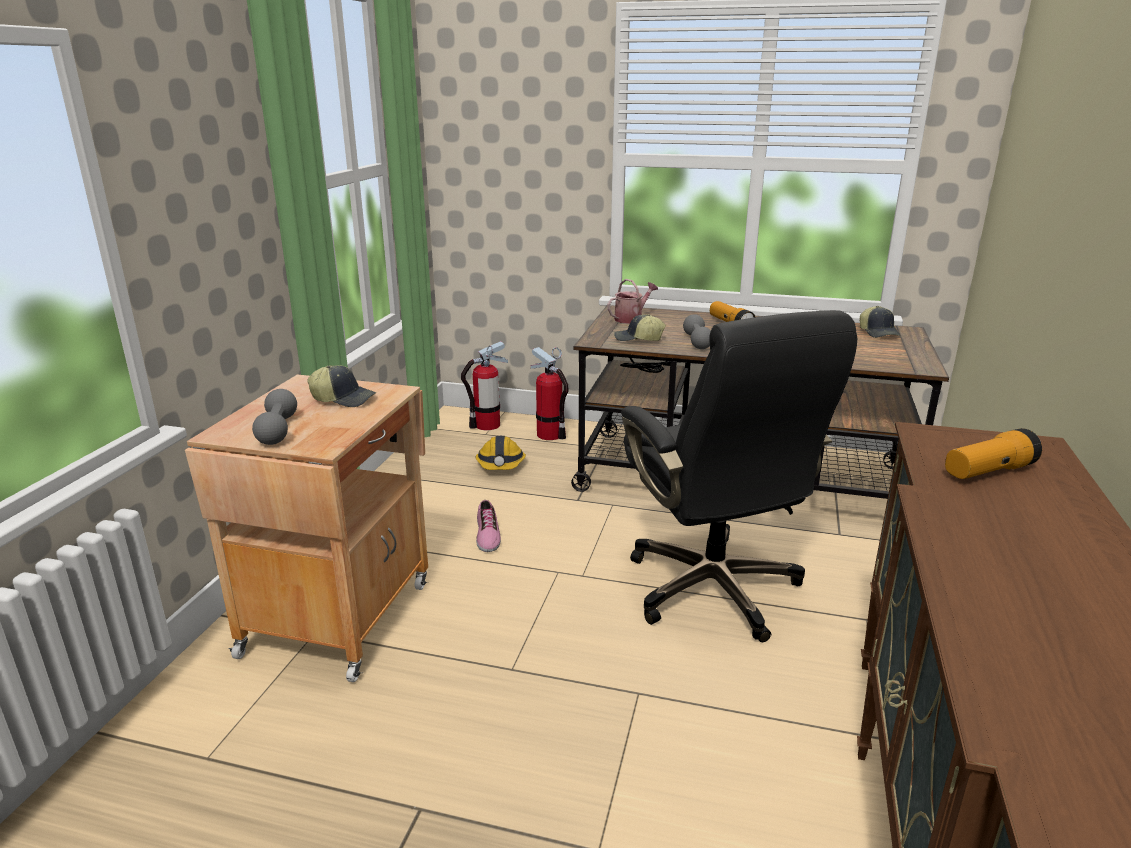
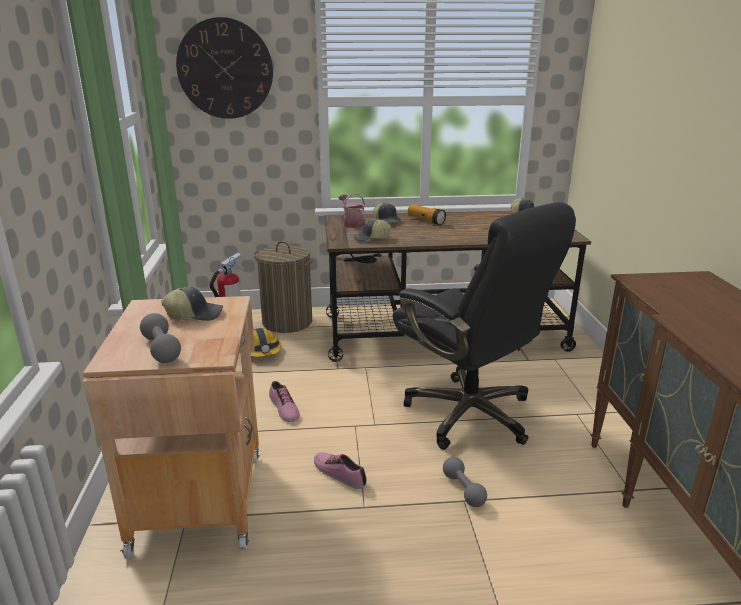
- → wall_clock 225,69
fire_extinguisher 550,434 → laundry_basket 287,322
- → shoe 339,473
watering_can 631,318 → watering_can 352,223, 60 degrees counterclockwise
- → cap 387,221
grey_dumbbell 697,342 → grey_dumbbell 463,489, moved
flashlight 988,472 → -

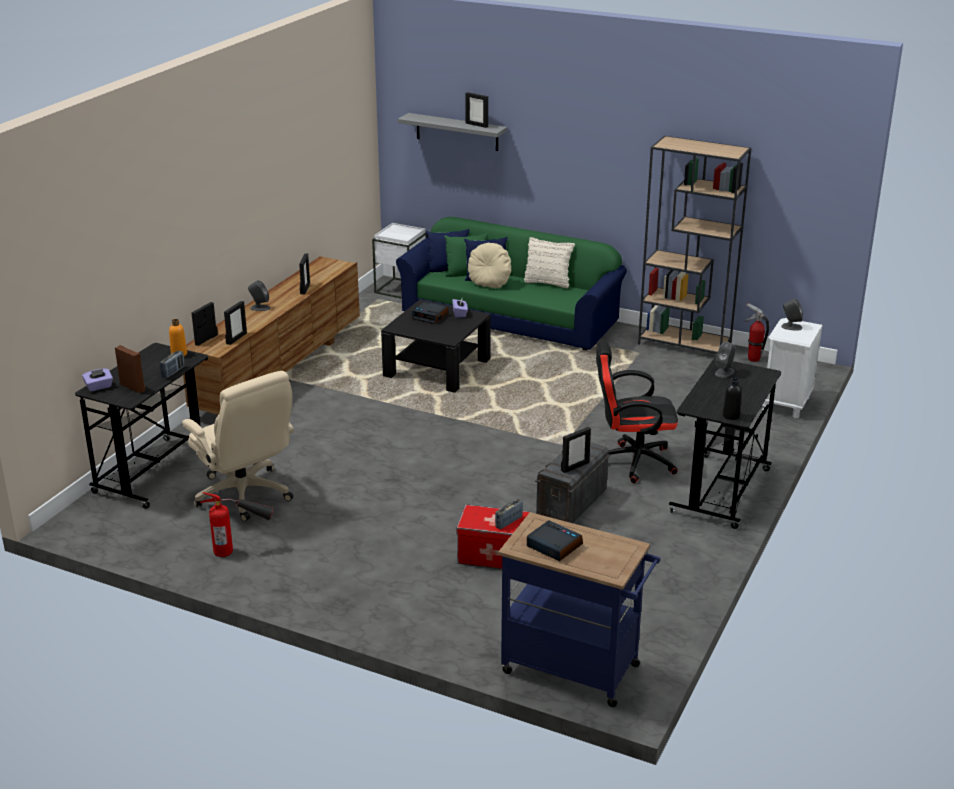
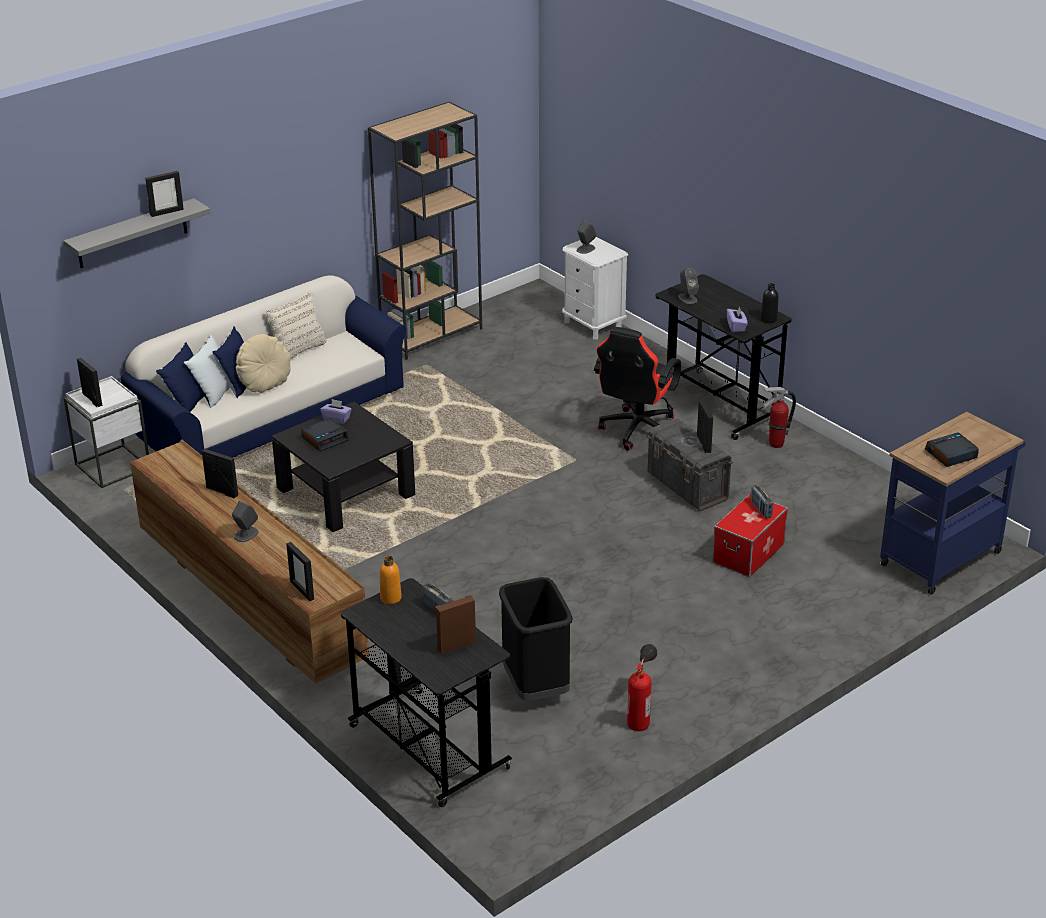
picture_frame 236,338 → picture_frame 91,399, moved
green_sofa 510,319 → white_sofa 273,415
beige_office_chair 246,498 → black_trash_can 536,687
purple_tissue_box 99,387 → purple_tissue_box 736,327, moved
fire_extinguisher 753,359 → fire_extinguisher 775,444, moved

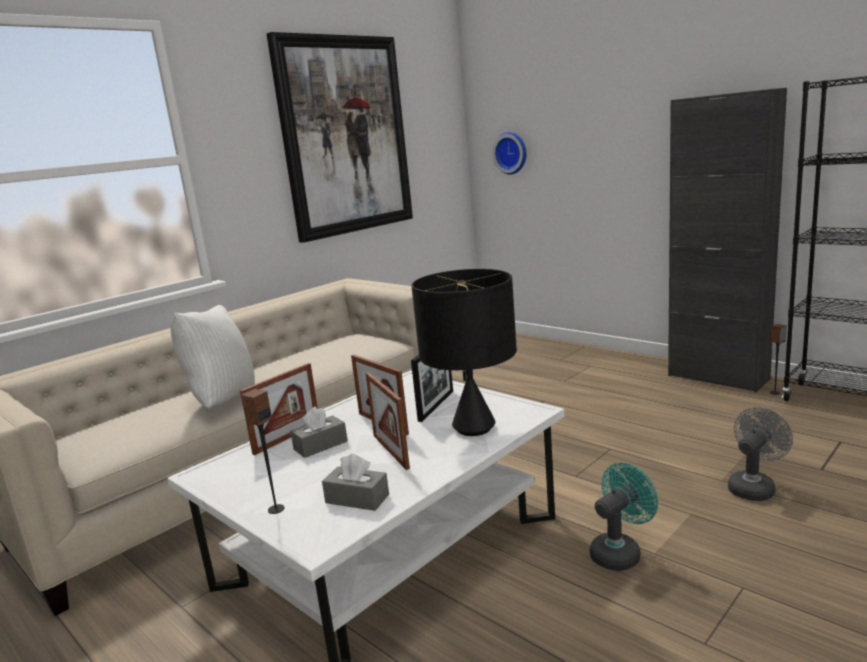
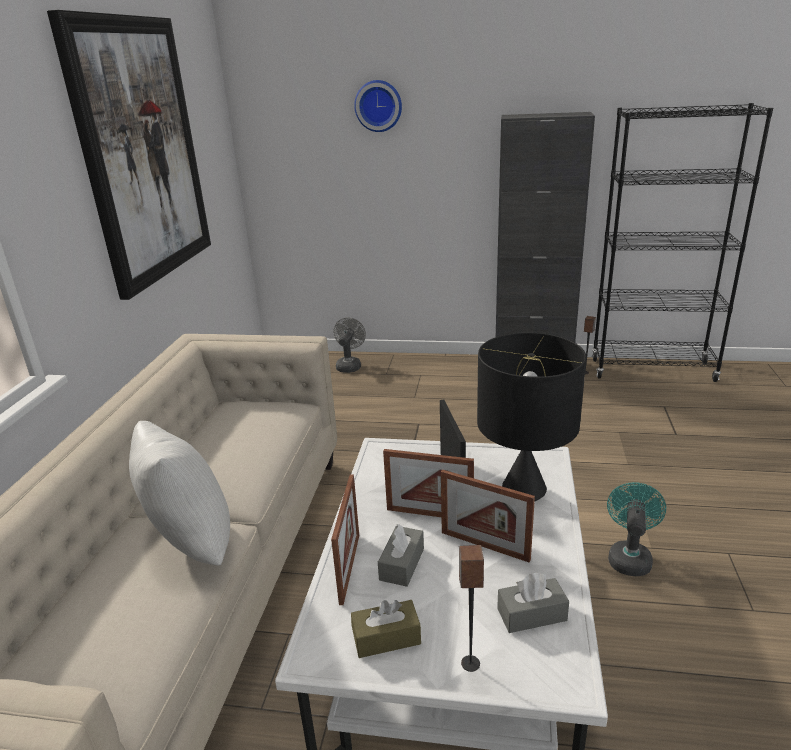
grey_fan 754,487 → grey_fan 349,365, moved
- → brown_tissue_box 386,638
wall_clock 511,153 → wall_clock 378,106, moved

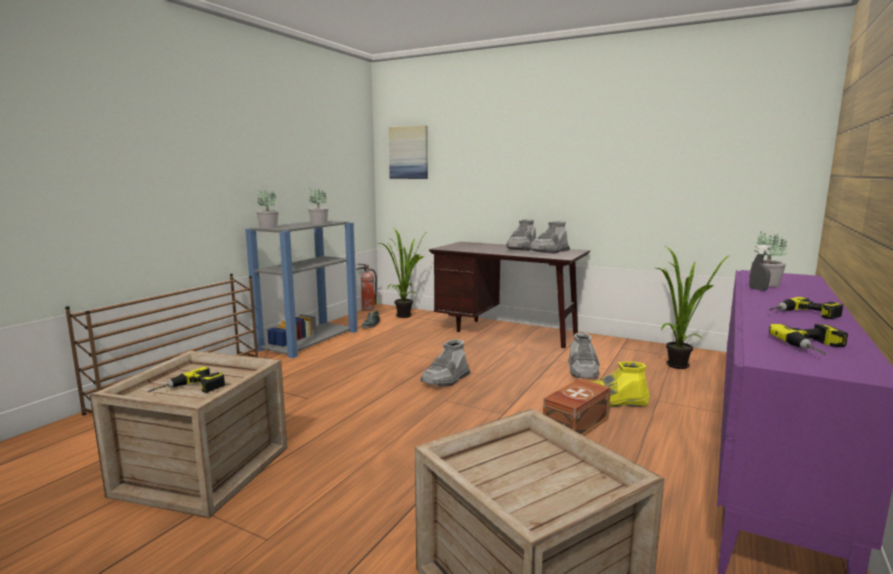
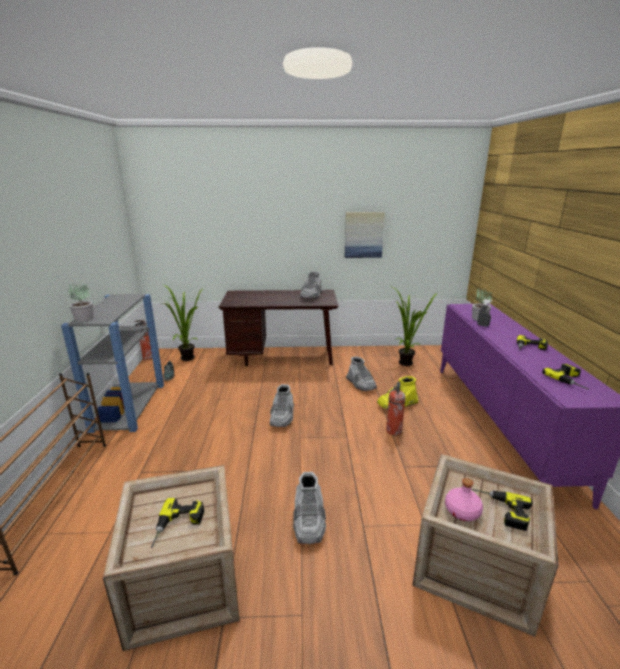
grey_boot 521,249 → grey_boot 309,521, moved
picture 408,152 → picture 363,235, moved
brown_storage_box 574,425 → fire_extinguisher 393,431
- → pink_bottle 462,511
- → power_drill 500,510
potted_plant 318,223 → -

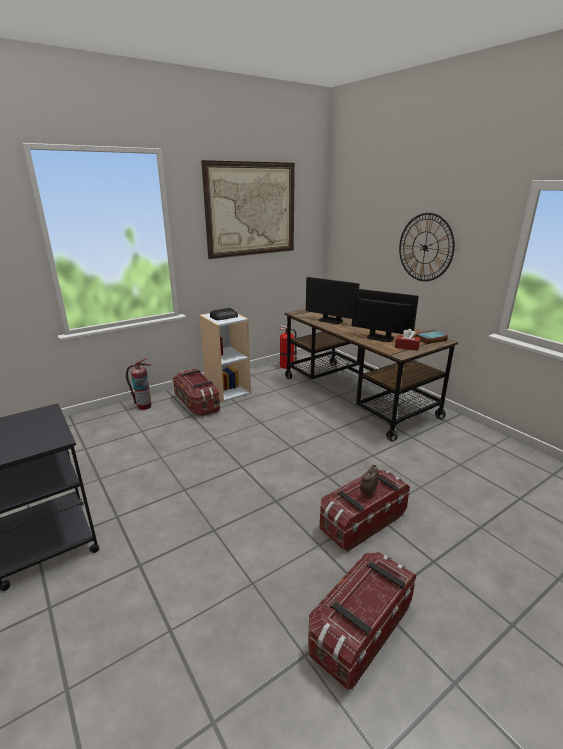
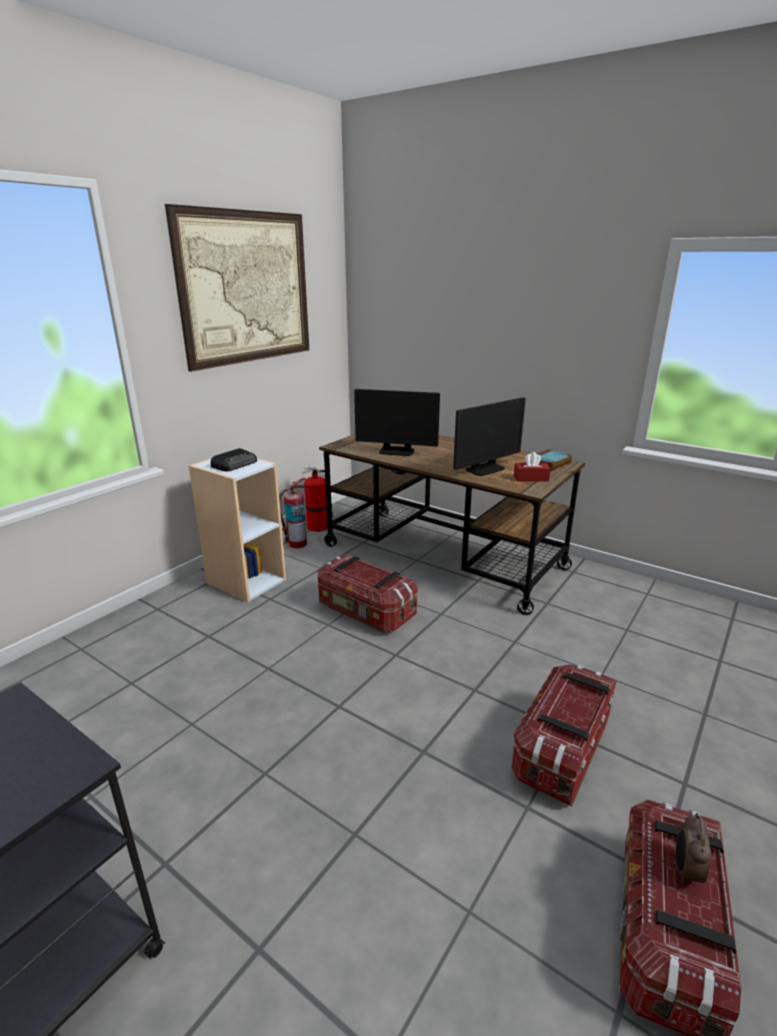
fire_extinguisher 144,406 → fire_extinguisher 297,544, moved
storage_box 196,404 → storage_box 365,612, moved
monitor 380,338 → monitor 485,469, 135 degrees clockwise
alarm_clock 368,493 → alarm_clock 685,870, moved
wall_clock 425,247 → -

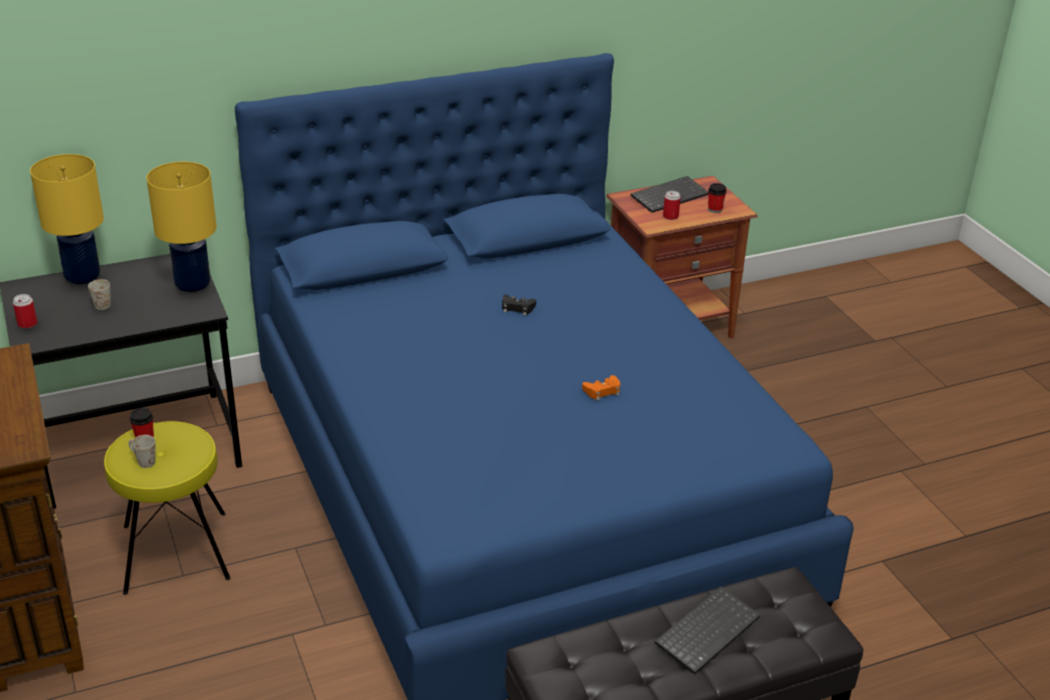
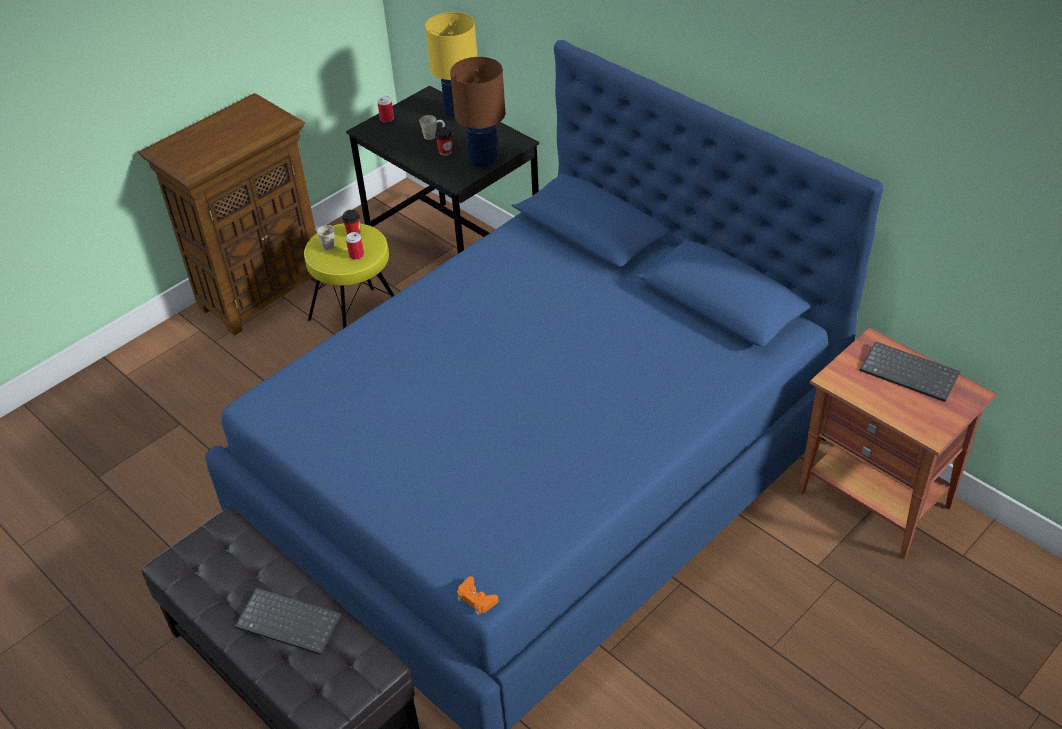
can 670,216 → can 356,255, moved
cup 715,209 → cup 445,152, moved
yellow_table_lamp 192,286 → brown_table_lamp 484,161
orange_game_controller 602,391 → orange_game_controller 476,599, moved
black_game_controller 517,308 → -

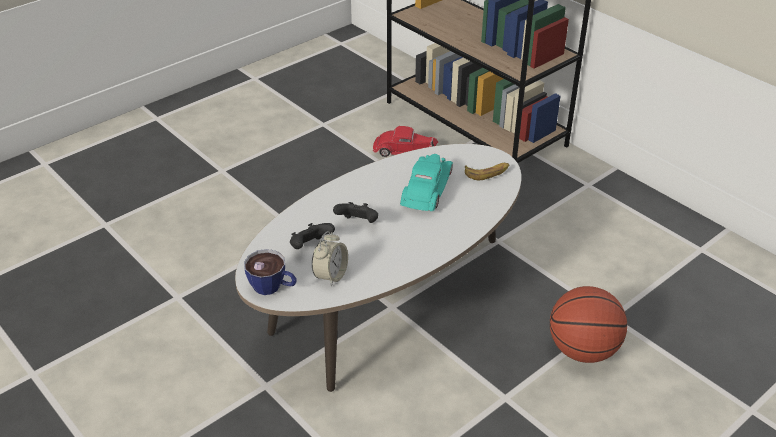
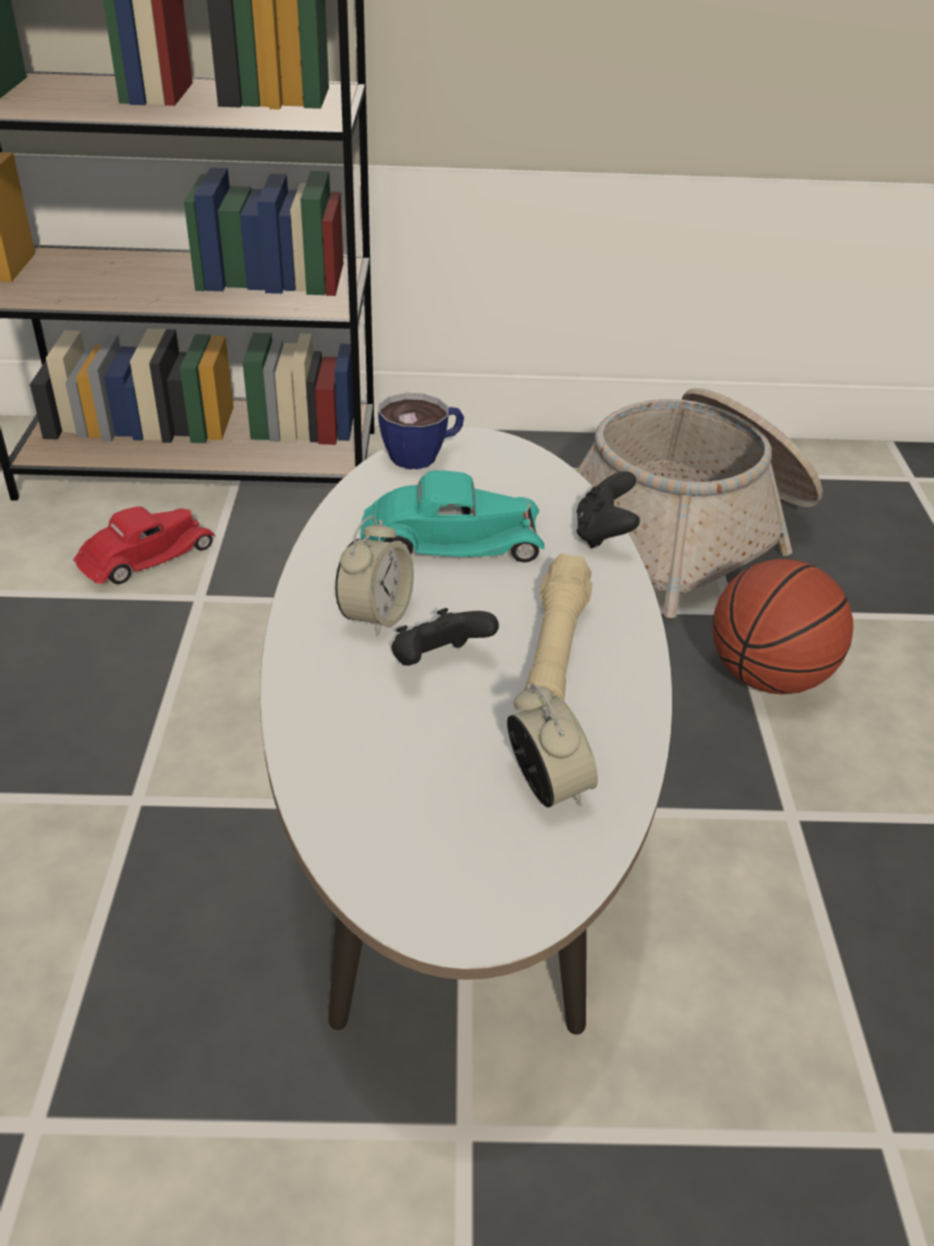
- → alarm_clock 376,616
turquoise_toy_car 426,189 → turquoise_toy_car 451,540, 120 degrees clockwise
cup 273,287 → cup 423,455, moved
- → beige_flashlight 555,650
black_game_controller 310,247 → black_game_controller 603,534, moved
- → basket 688,533
banana 487,173 → -

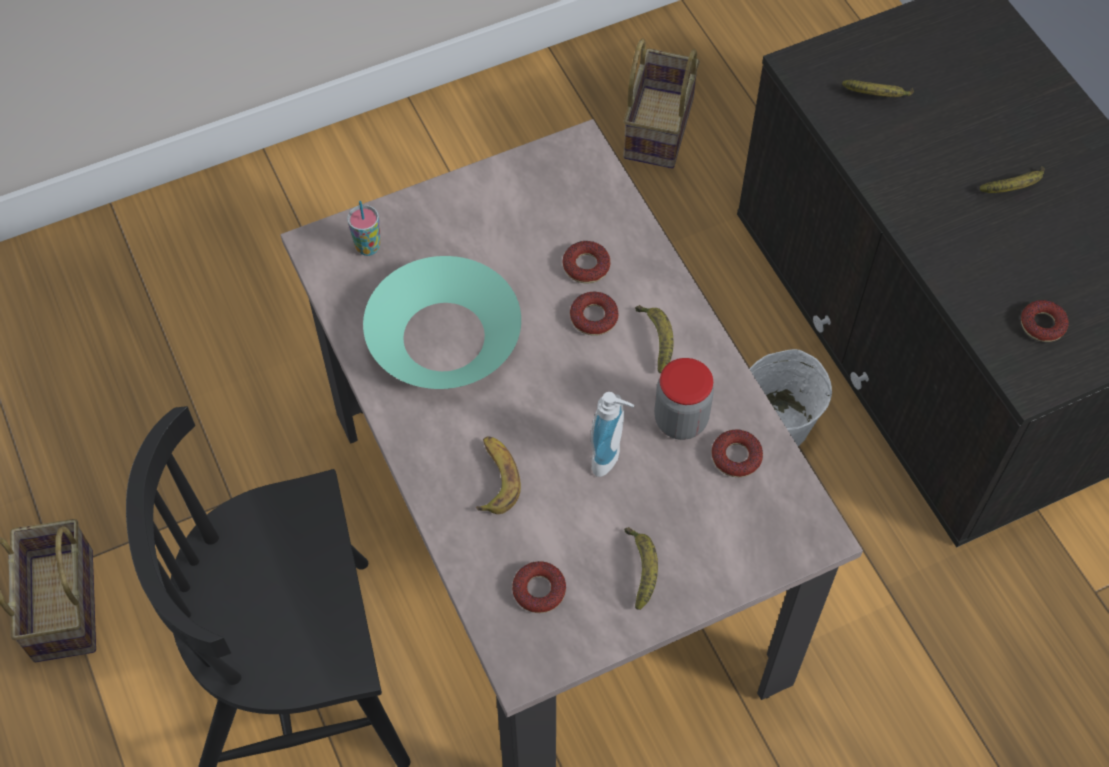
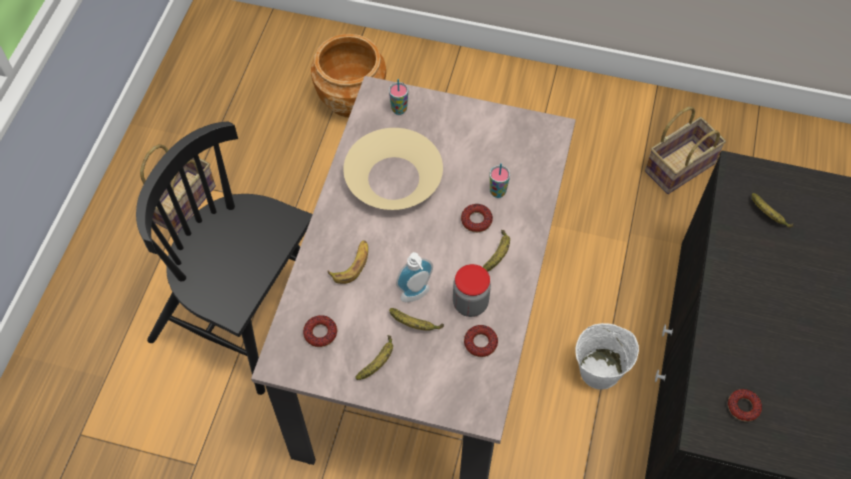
- → brown_planter 351,98
turquoise_bowl 444,336 → beige_bowl 394,178
banana 1014,187 → banana 415,324, moved
donut 586,266 → cup 497,192

